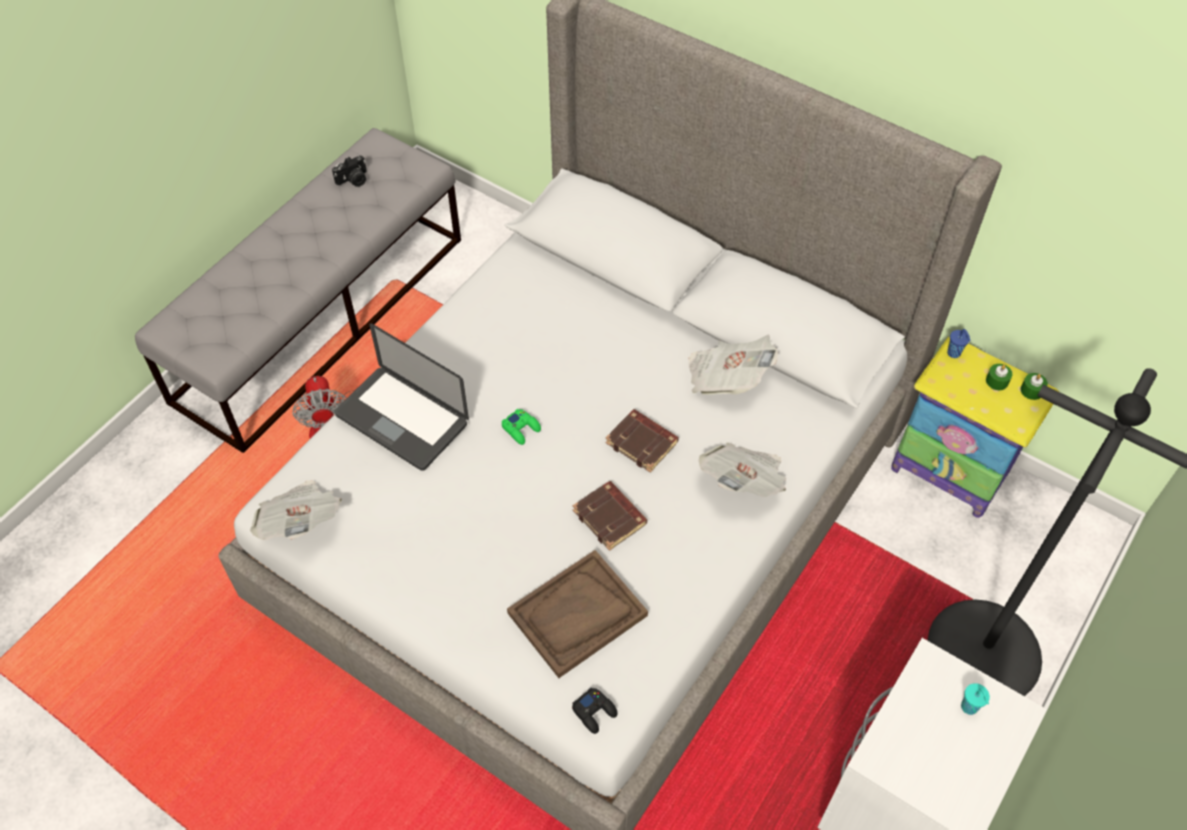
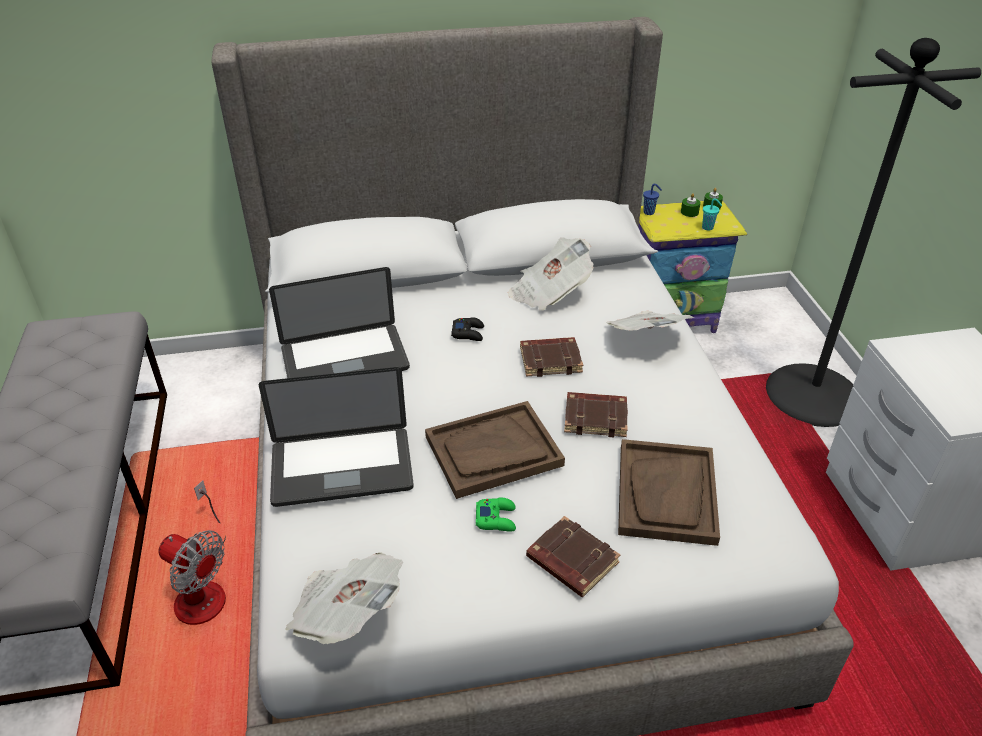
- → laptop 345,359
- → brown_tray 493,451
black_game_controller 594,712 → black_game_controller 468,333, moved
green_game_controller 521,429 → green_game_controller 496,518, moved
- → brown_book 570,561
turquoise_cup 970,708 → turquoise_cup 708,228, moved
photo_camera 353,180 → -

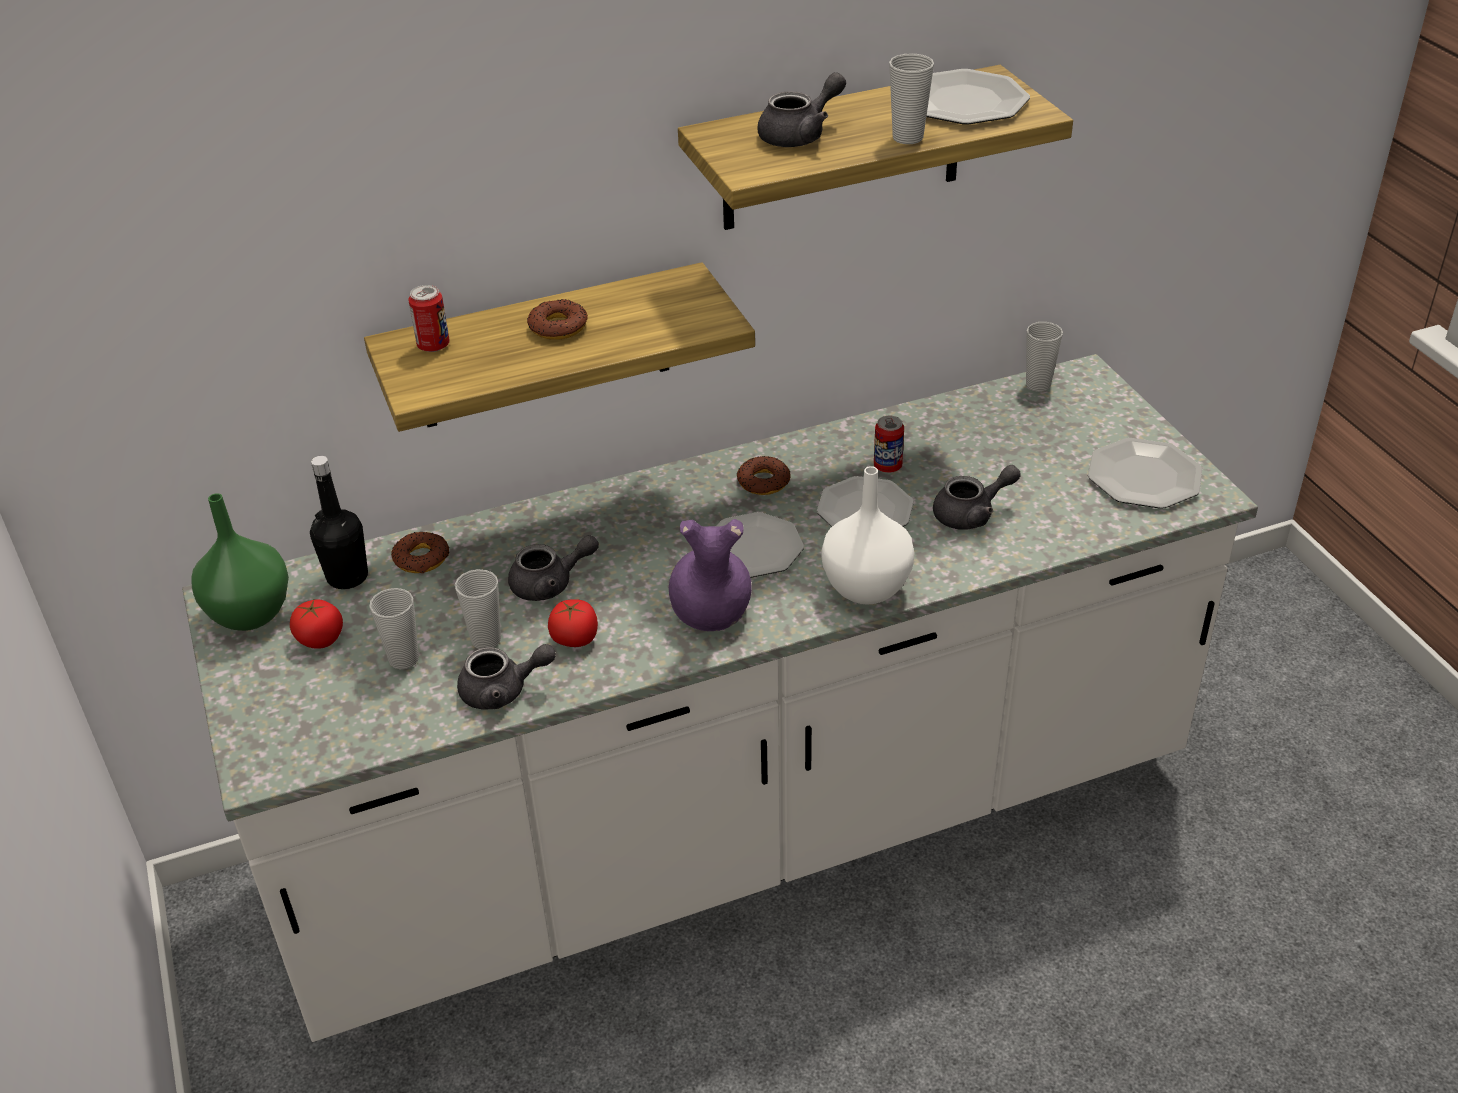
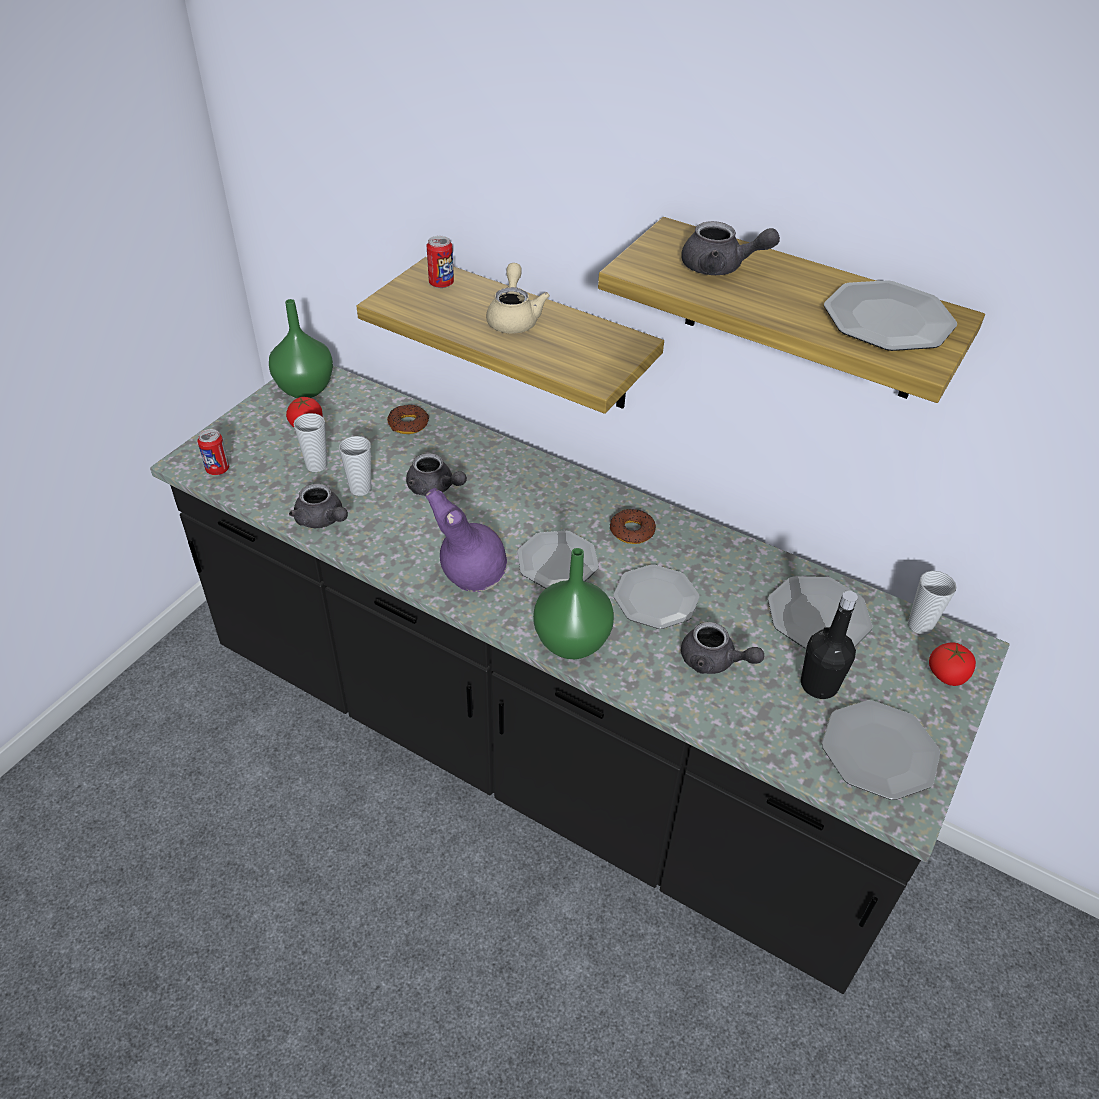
white_counter 738,826 → black_counter 542,749
can 887,466 → can 218,469, moved
donut 558,327 → beige_teapot 514,318
white_vase 867,587 → green_vase 573,642
- → plate 818,616
black_bottle 347,577 → black_bottle 819,685, moved
tomato 575,638 → tomato 947,675, moved
cup 907,138 → -

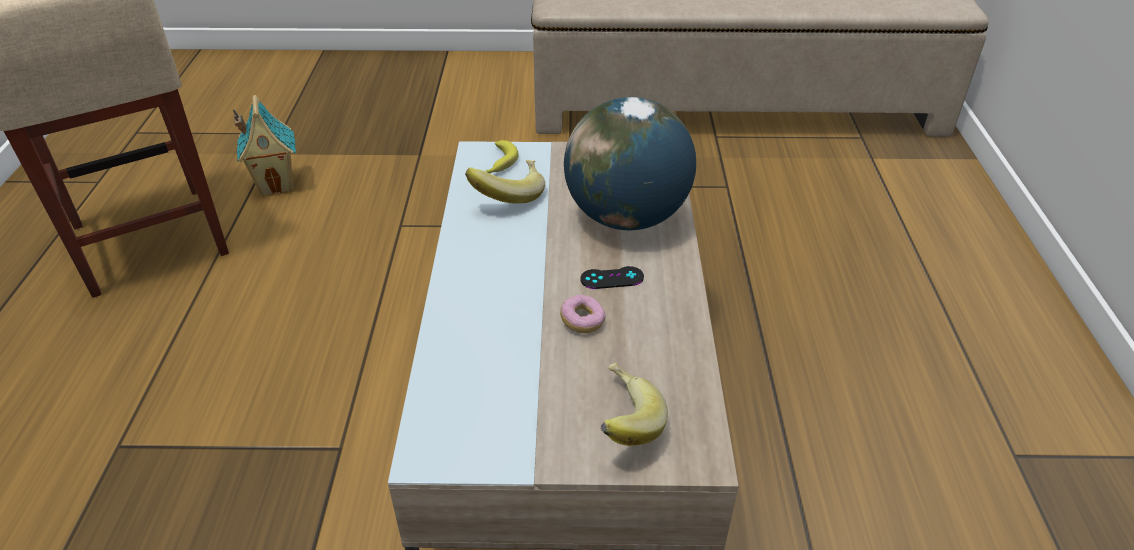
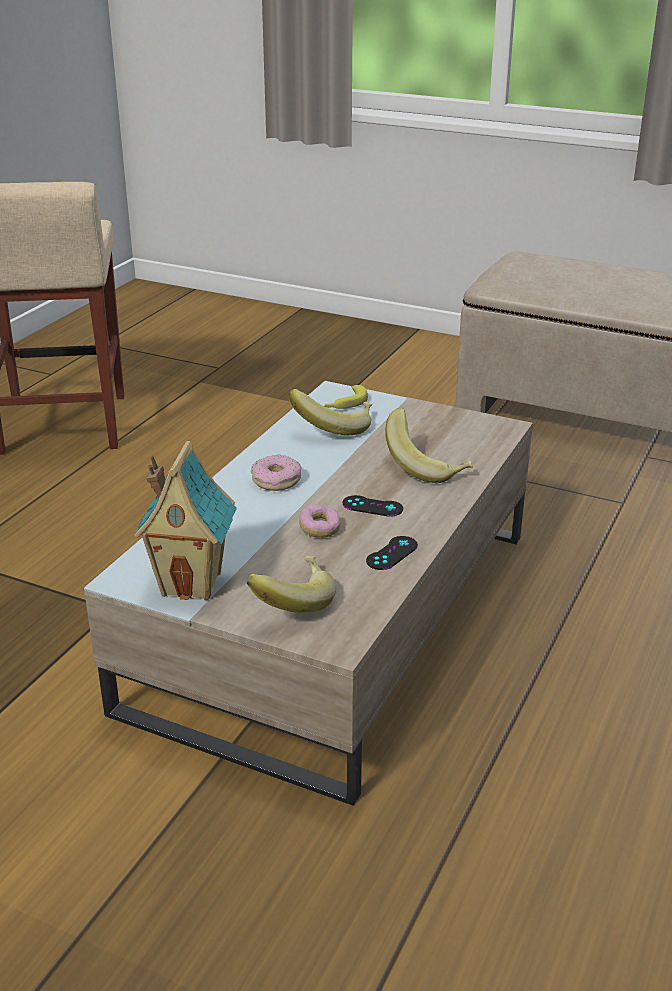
toy_house 277,184 → toy_house 192,583, moved
- → donut 276,480
- → black_game_controller 392,553
globe 627,217 → banana 427,467

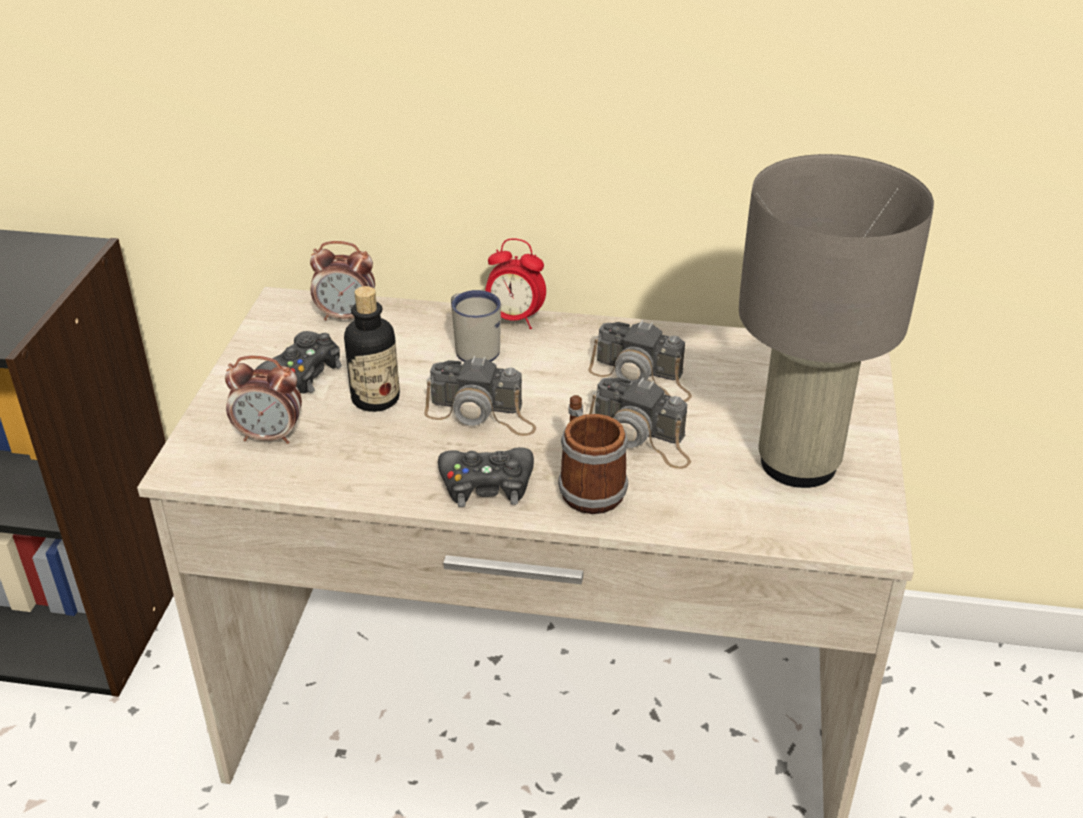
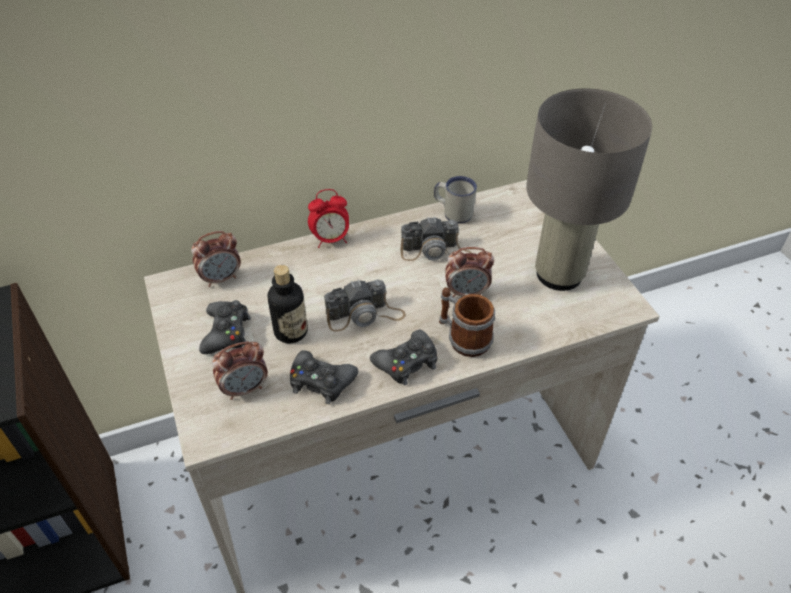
- → black_game_controller 321,381
white_mug 474,348 → white_mug 453,212, moved
photo_camera 641,438 → alarm_clock 467,292

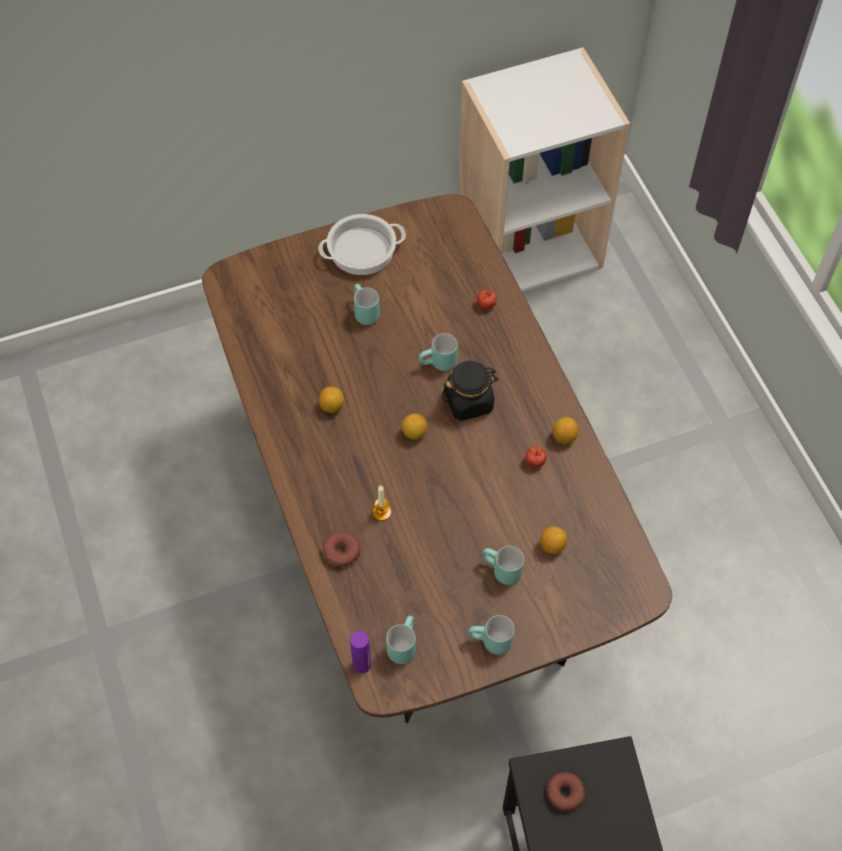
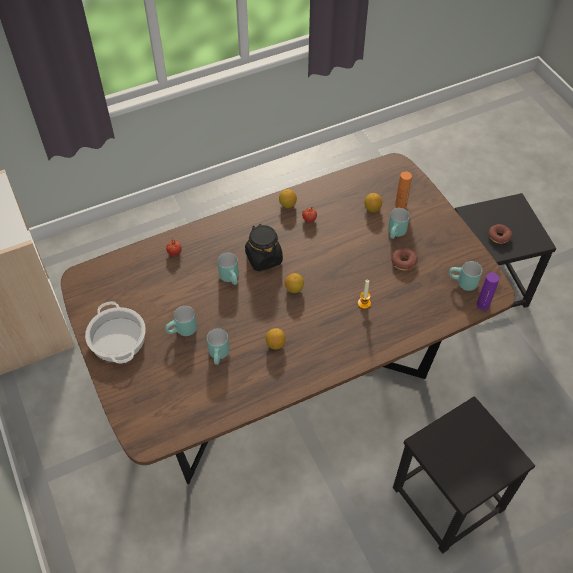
turquoise_mug 490,643 → turquoise_mug 220,355, moved
donut 341,551 → donut 403,262, moved
- → black_stool 448,499
- → orange_bottle 401,205

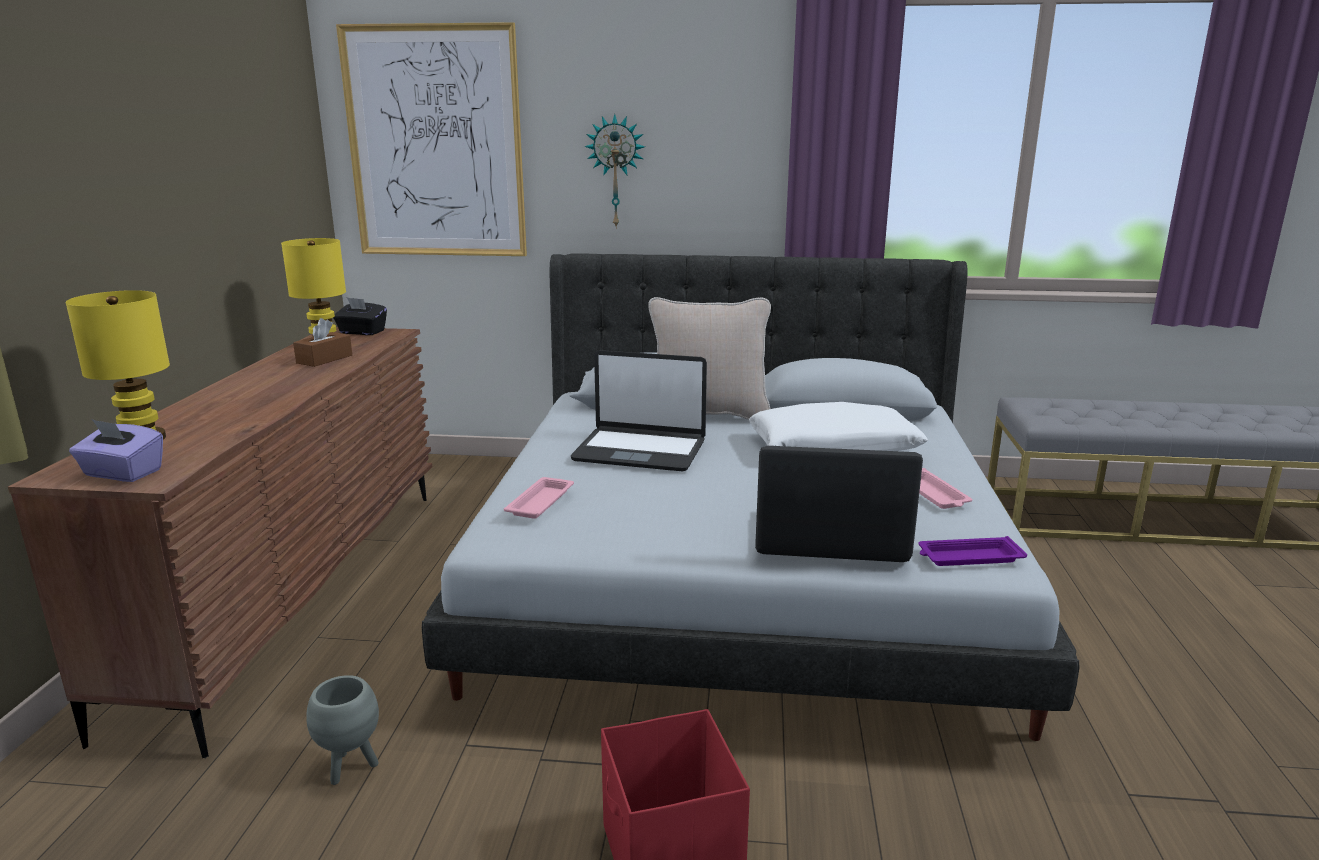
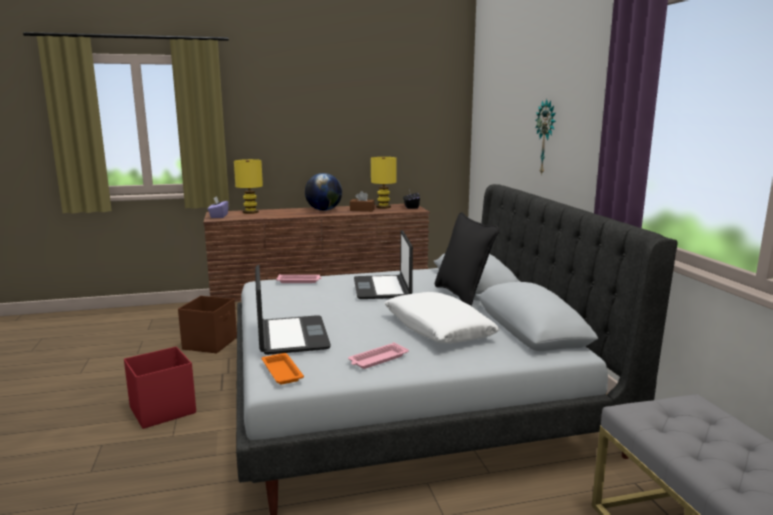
grey_planter 350,768 → brown_storage_box 211,343
purple_tray 968,557 → orange_tray 281,371
- → globe 324,210
beige_pillow 708,415 → black_pillow 462,295
picture 435,143 → -

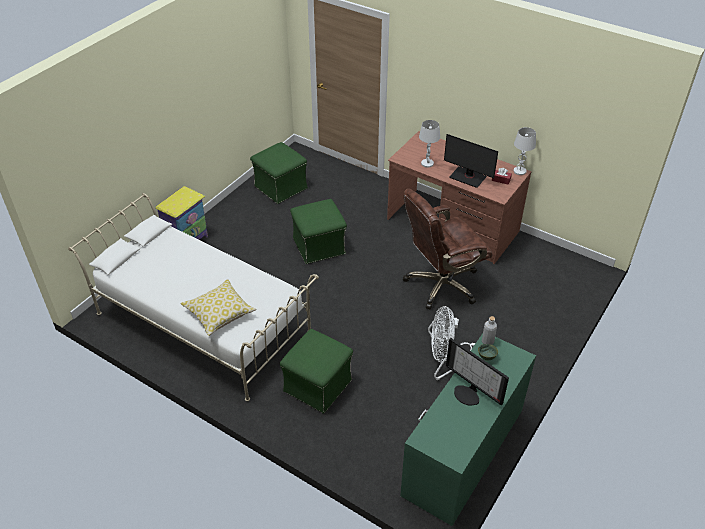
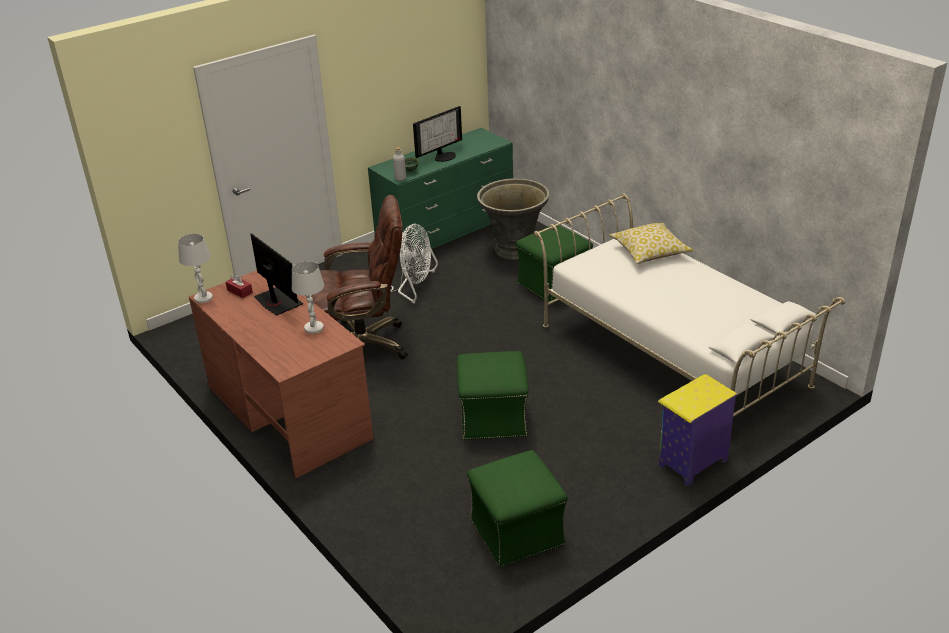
monitor 468,394 → monitor 444,156, 75 degrees clockwise
- → grey_planter 514,250

